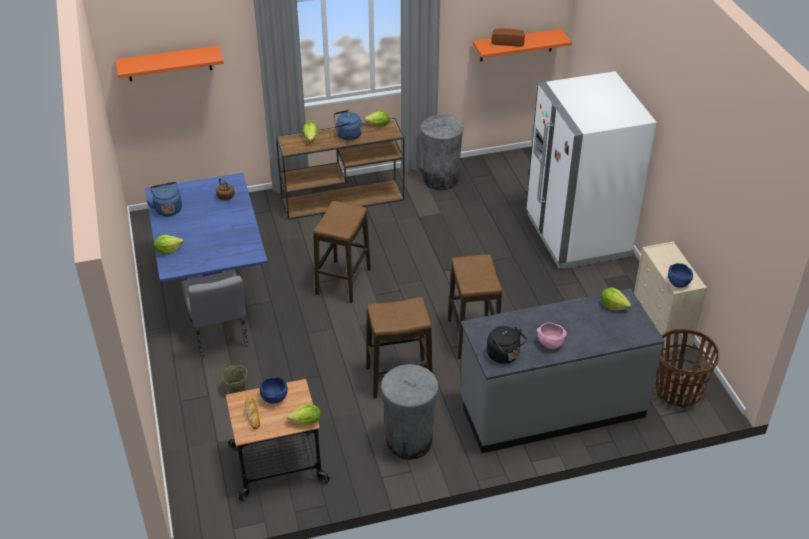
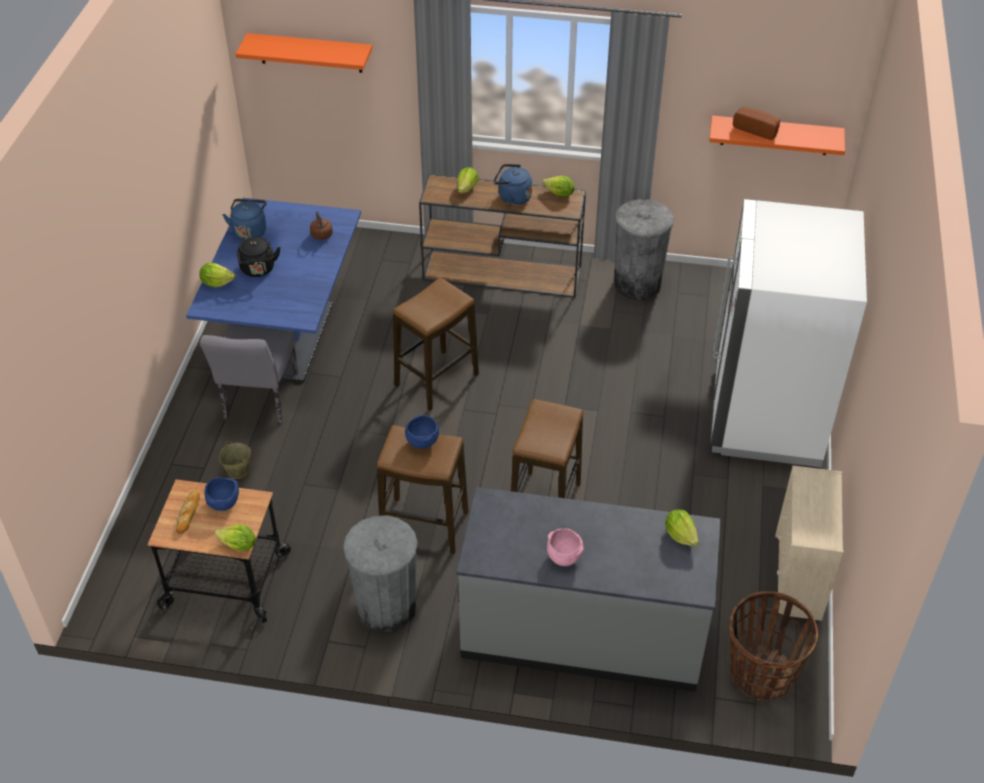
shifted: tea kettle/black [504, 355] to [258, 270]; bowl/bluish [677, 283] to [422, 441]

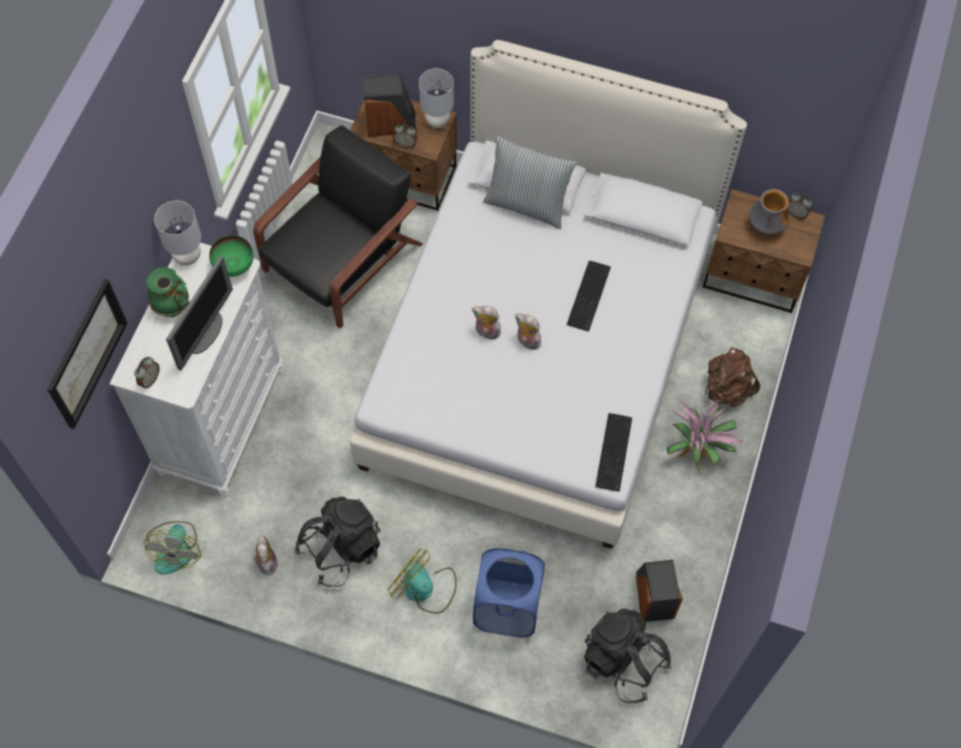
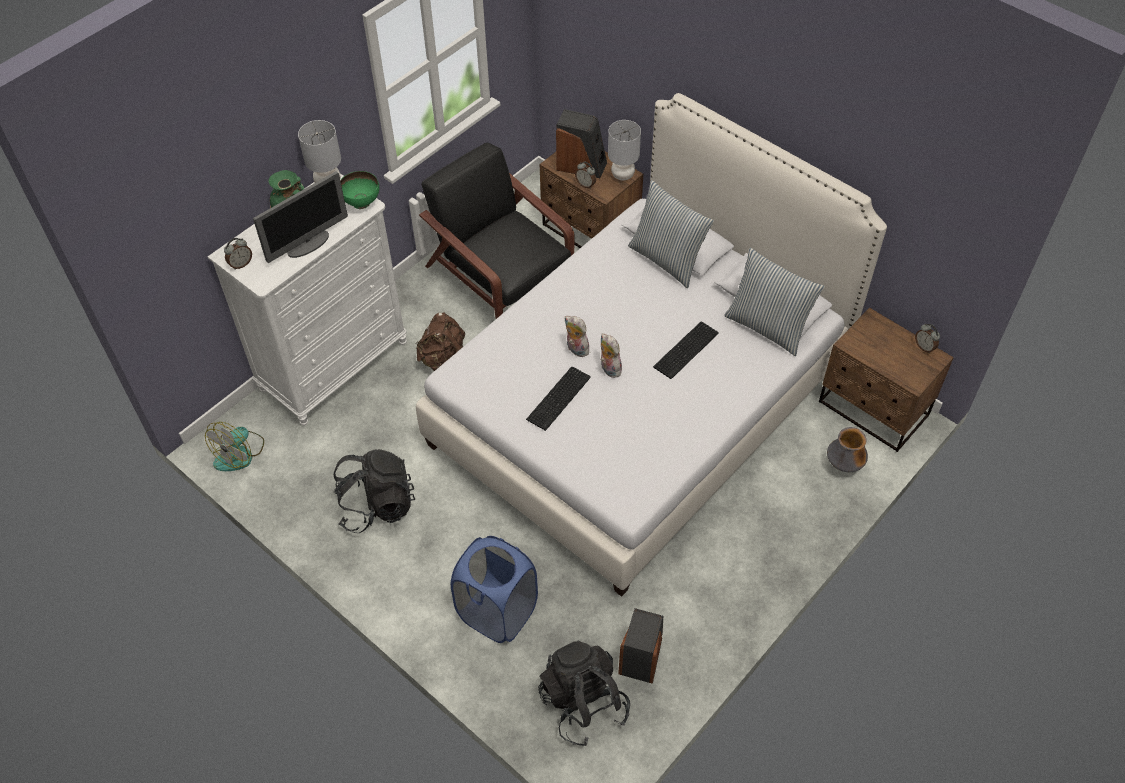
gone: wall picture [86, 353]; cuddly toy [266, 562]; electric fan [425, 588]; potted plant [698, 451]
new: pillow [767, 327]
shifted: computer keyboard [615, 451] to [560, 398]; backpack/brown-coloured [726, 389] to [444, 360]; decorative vase [765, 226] to [843, 465]
rotated: lounge chair/black [341, 260] = [501, 276] 105 degrees counterclockwise

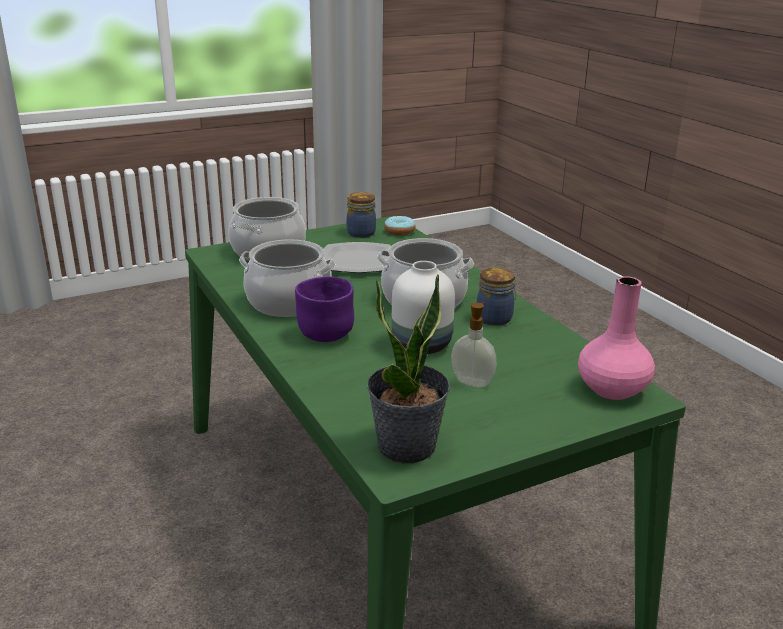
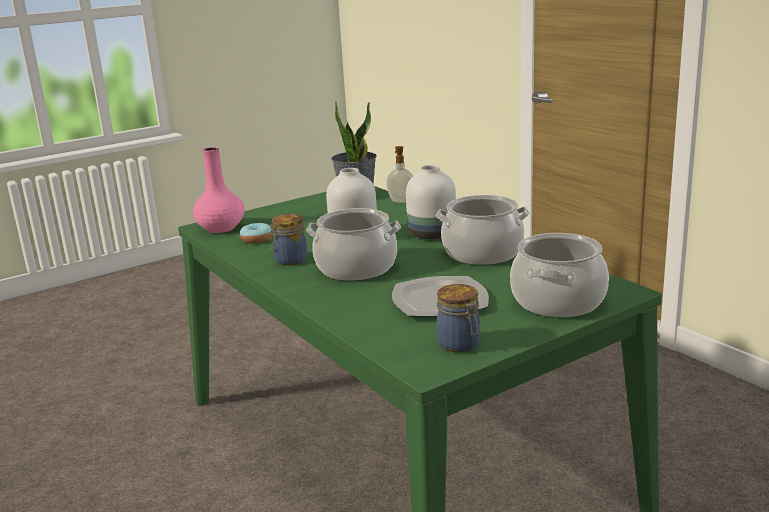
shifted: ring doughnut [399, 231] to [257, 239]; liquid soap bottle [472, 381] to [401, 201]
swapped: bowl/purple-coloured [325, 335] to decorative vase/white [433, 235]

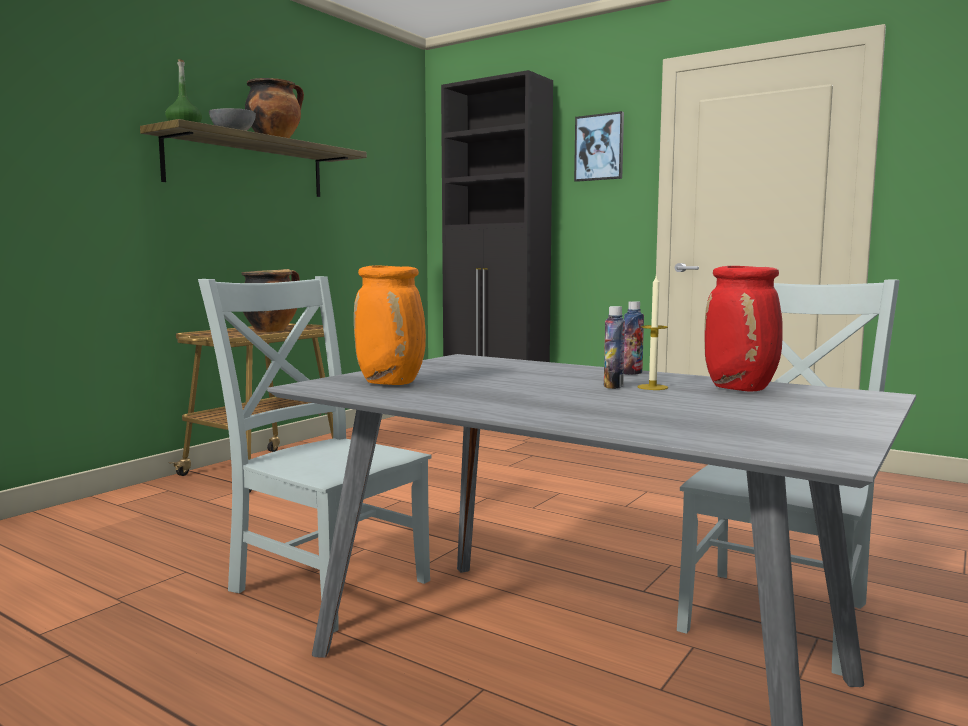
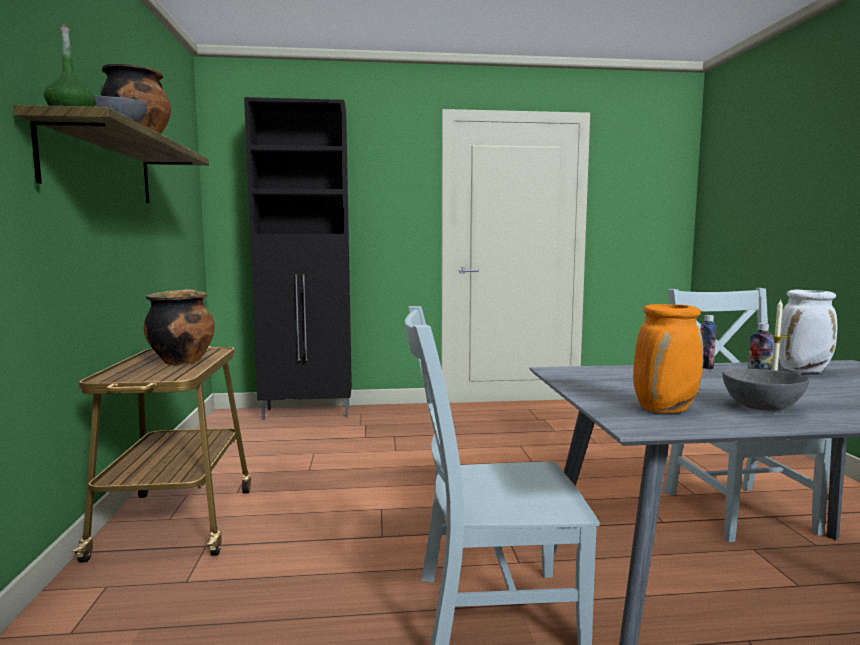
gone: wall picture [599, 147]
new: bowl/gray [763, 408]
repainted: decorative vase/red-coloured [741, 389] to decorative vase/white [803, 370]

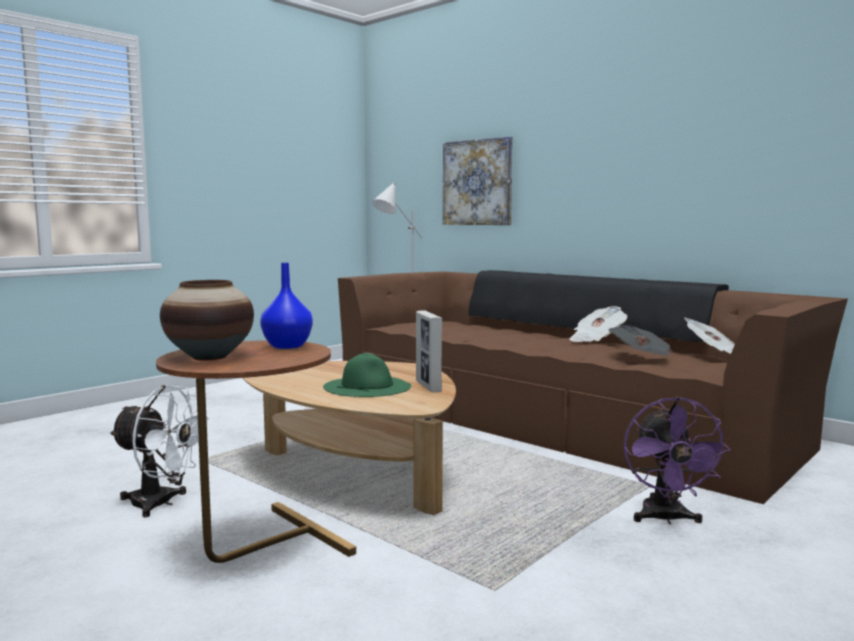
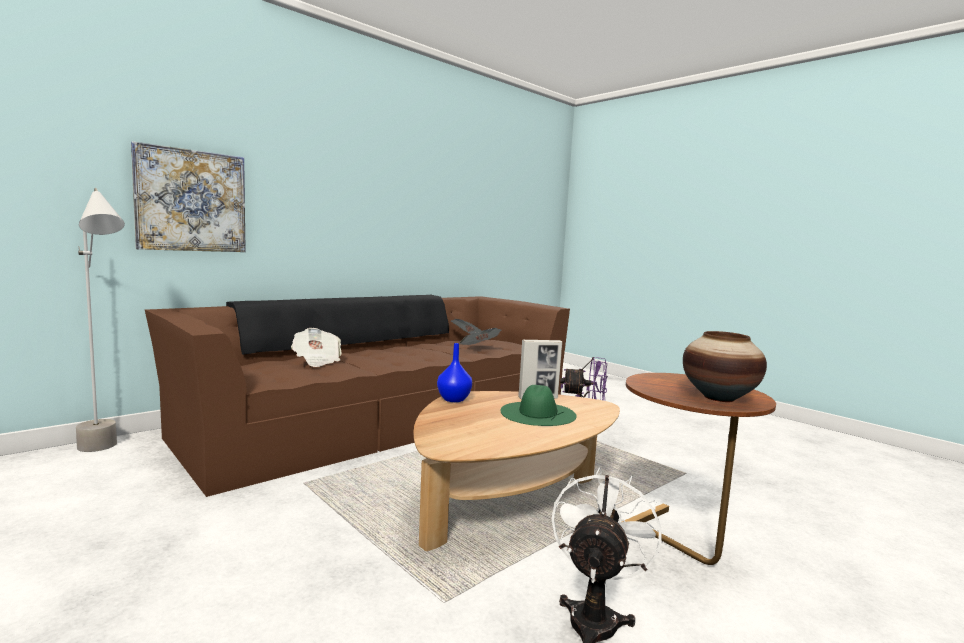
shifted: decorative vase/bluish [286, 346] to [453, 399]; newspaper [596, 339] to [317, 361]

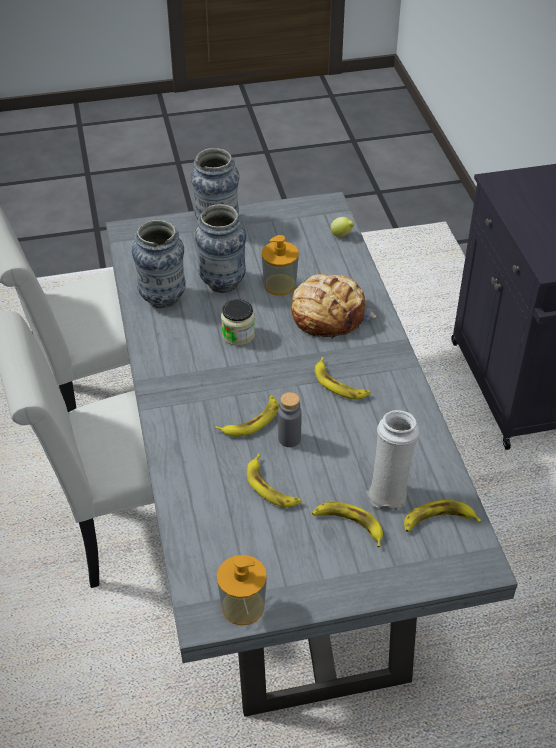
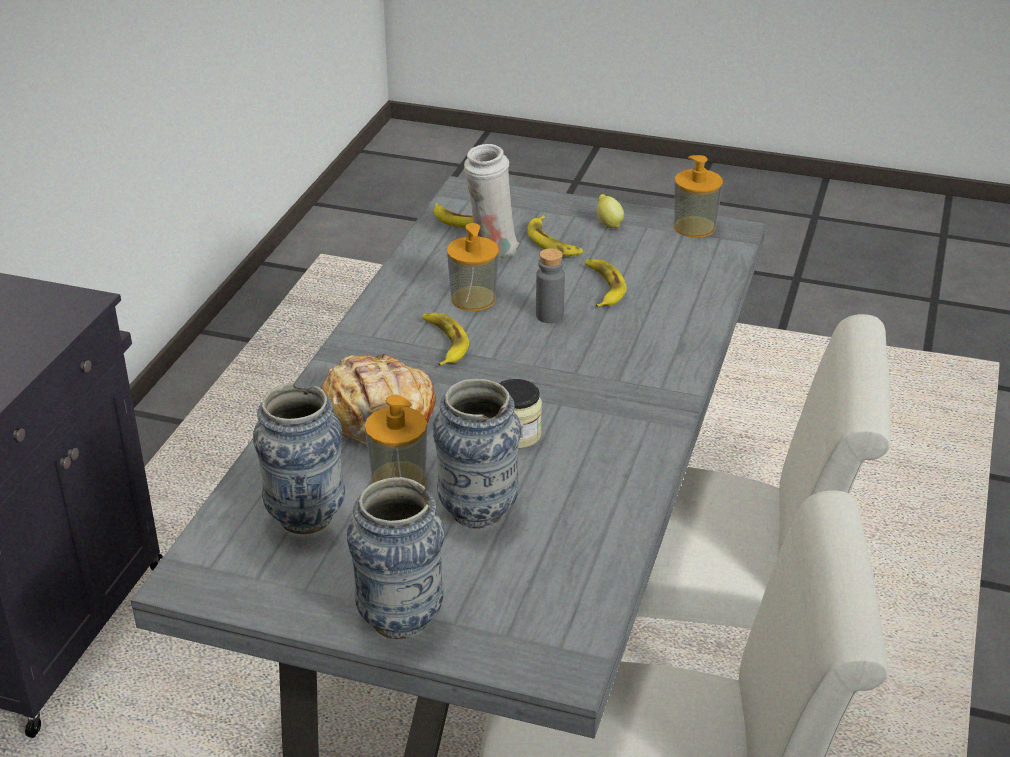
gone: banana fruit [251, 420]
new: liquid soap bottle [473, 298]
shifted: decorative vase [163, 299] to [306, 517]; lemon [342, 235] to [608, 224]

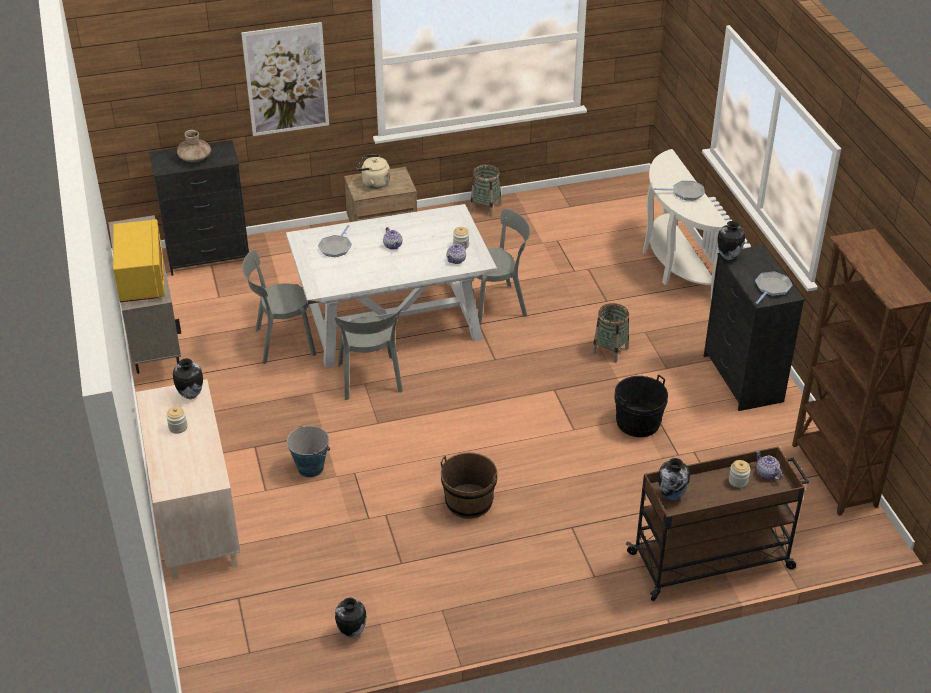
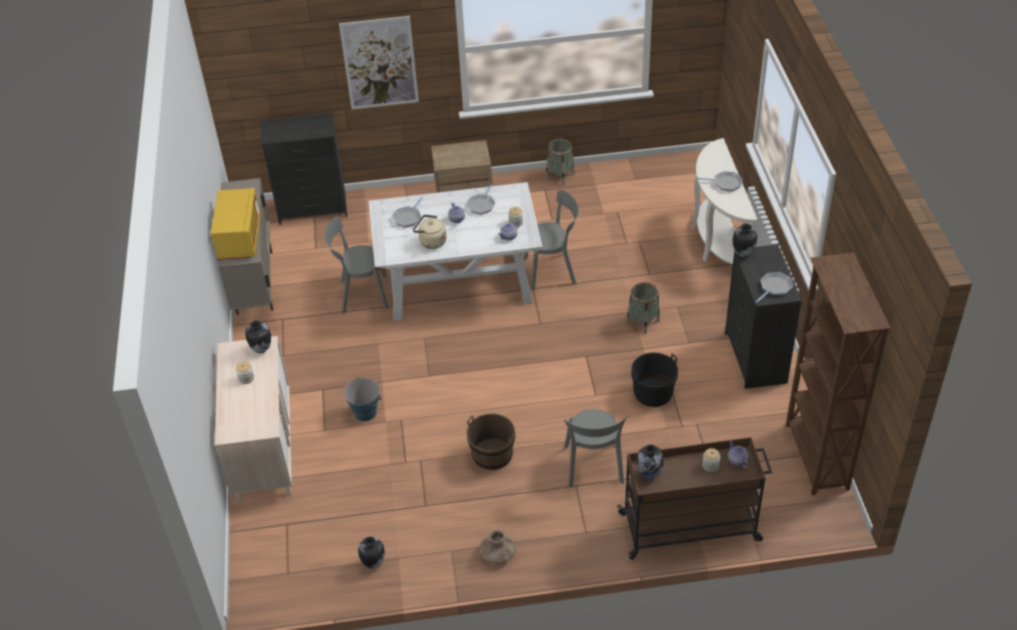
new: pan [481, 205]
shifted: decorative vase/brown-coloured [195, 158] to [498, 553]; plain chair/gray [370, 380] to [594, 467]; tea kettle/sand-coloured [373, 183] to [431, 242]

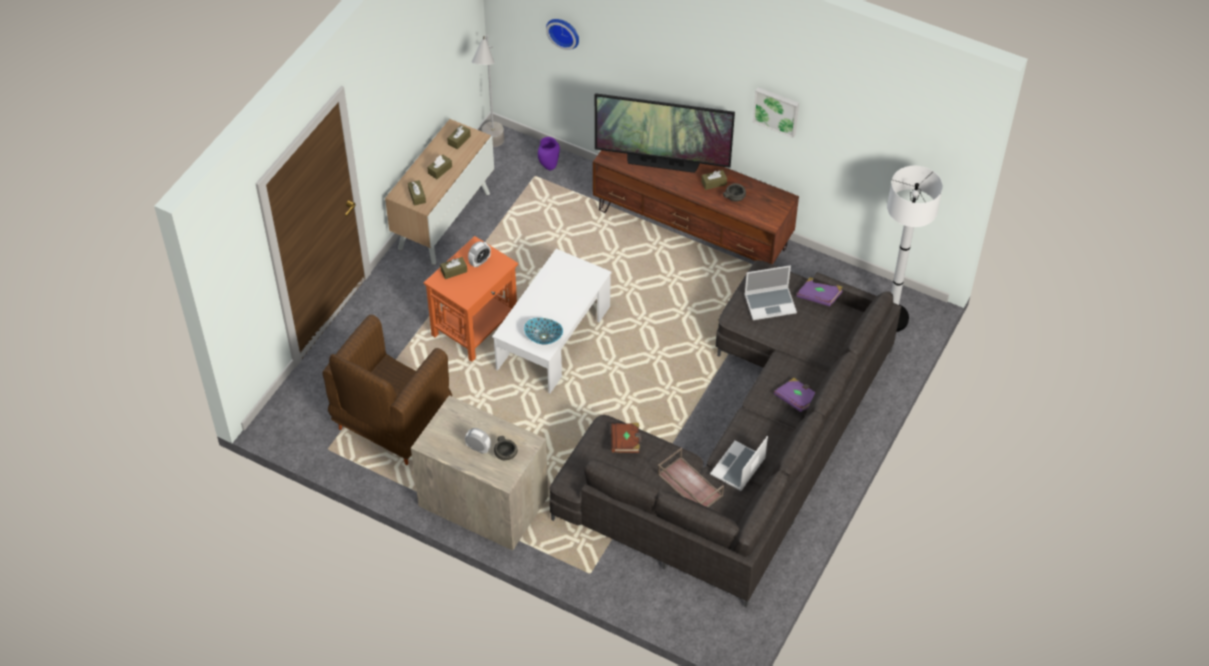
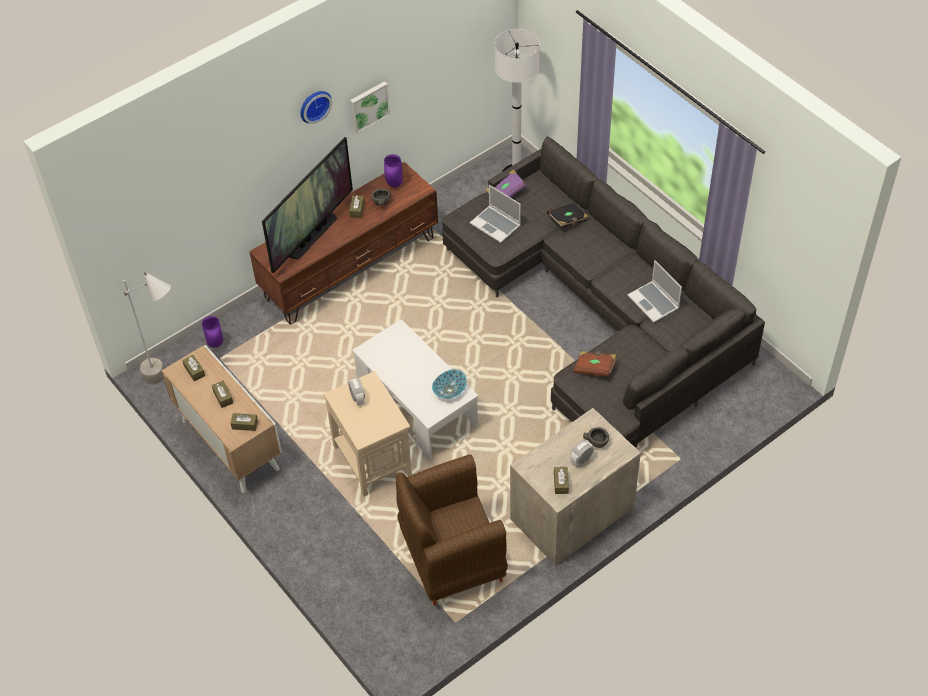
gone: carrying tray/brown-coloured [689, 485]; volume/purple-coloured [797, 400]
new: decorative vase/purple-coloured [395, 184]; volume/black [567, 221]
shifted: tissue box/brown-coloured [454, 271] to [561, 483]; clock on the wall [564, 32] to [314, 105]
repainted: end table/orange-coloured [475, 327] to end table/sand-coloured [372, 459]
rotated: lounge chair/brown-coloured [392, 423] = [451, 559] 105 degrees clockwise; notebook computer [770, 303] = [496, 225] 120 degrees clockwise

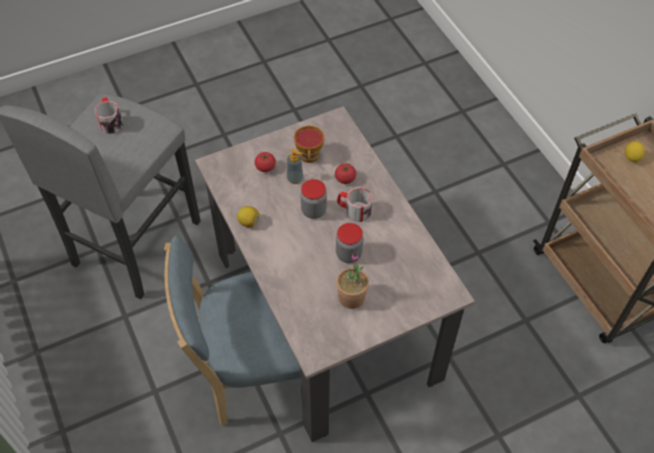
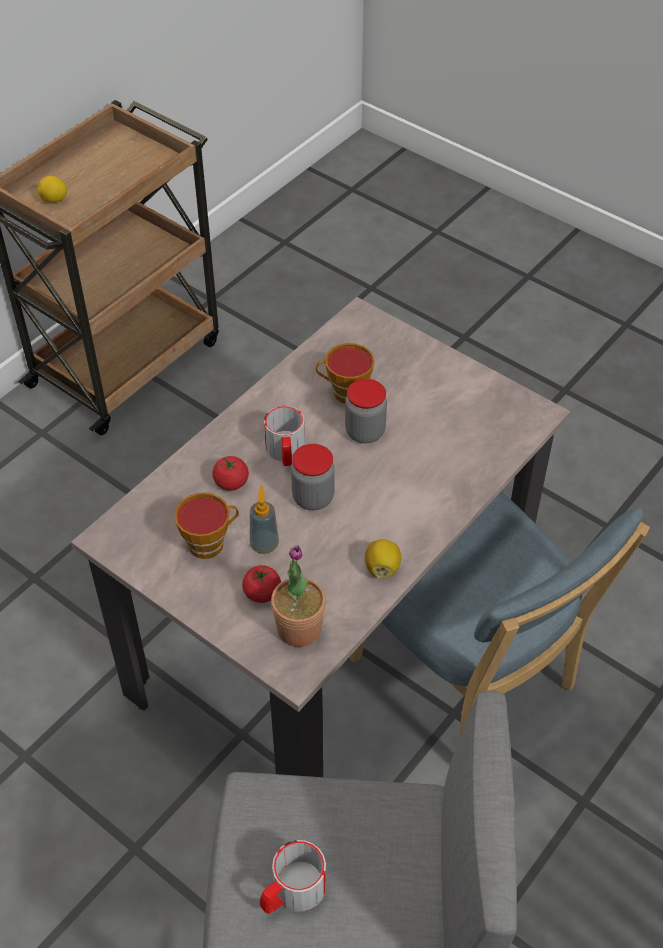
new: small cup [344, 392]
shifted: potted plant [351, 297] to [299, 629]

